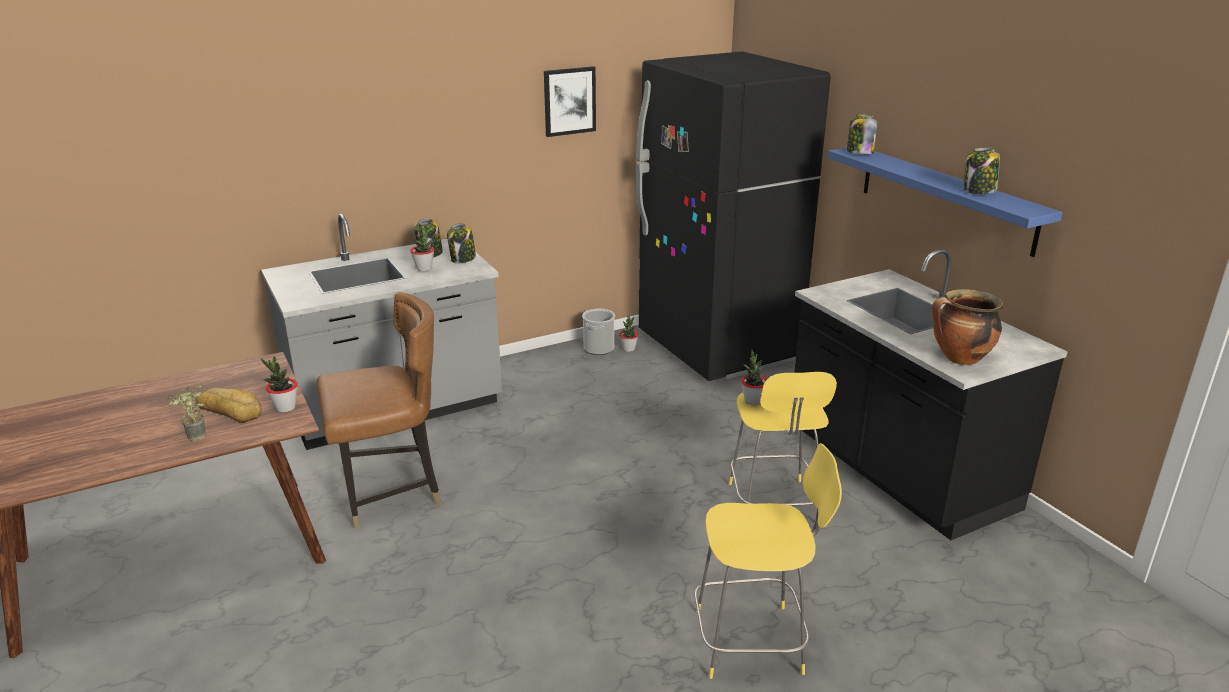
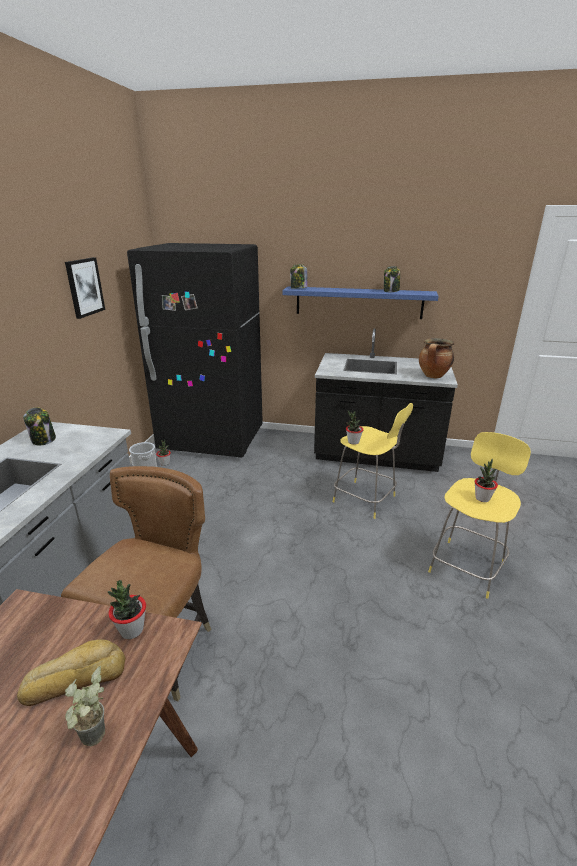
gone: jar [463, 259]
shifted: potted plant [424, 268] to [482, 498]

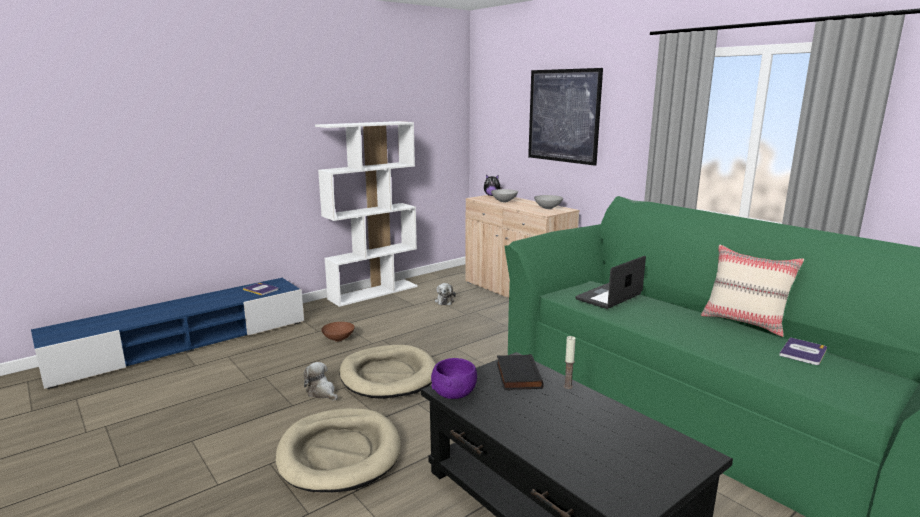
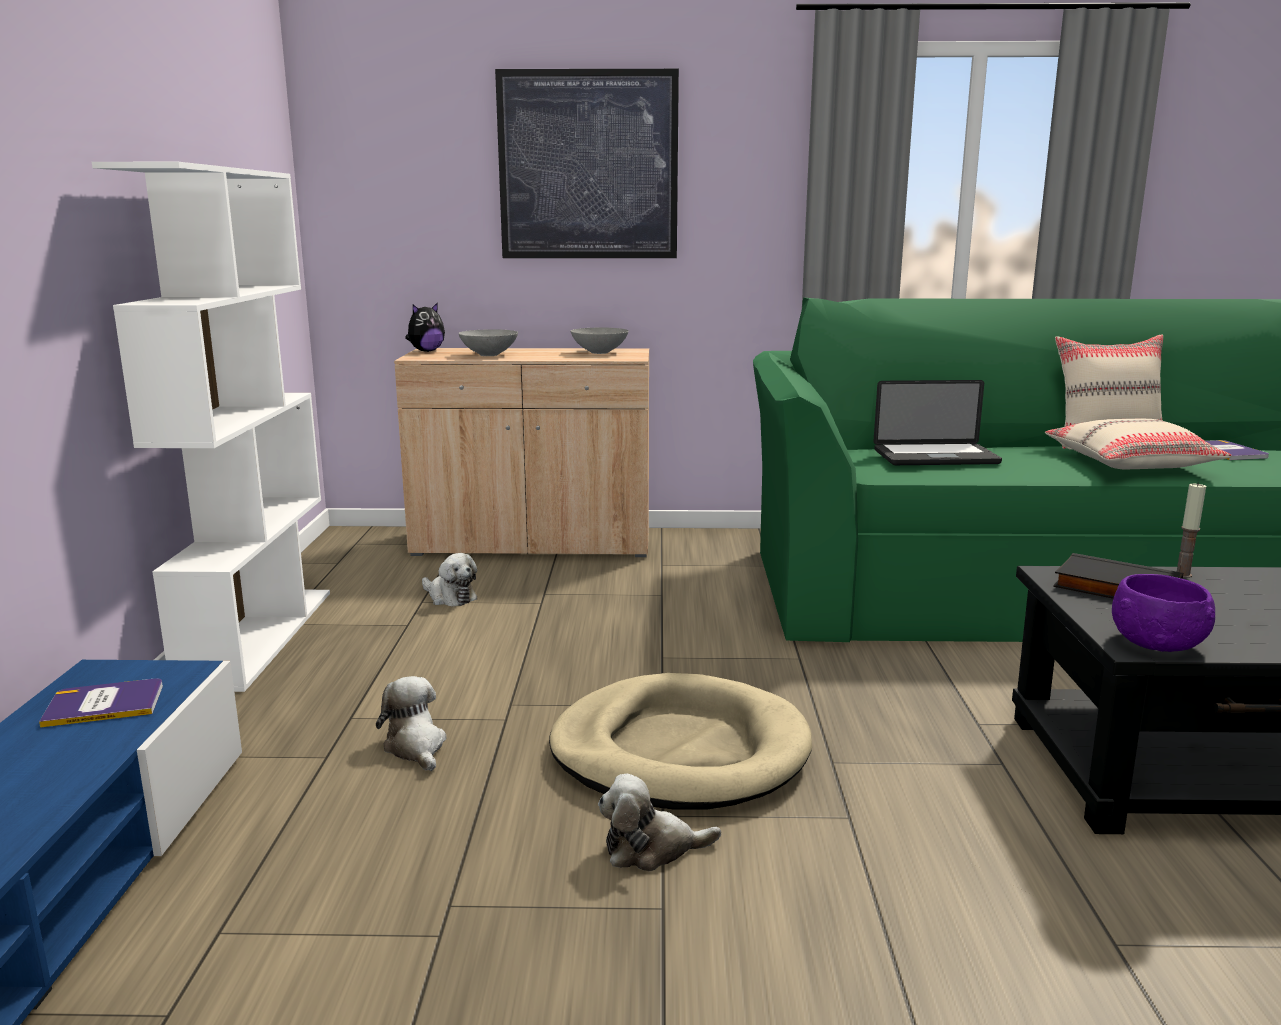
gone: dog cushion/sand-coloured [339, 453]
new: pillow/sand-coloured [1131, 462]
swapped: bowl/brown-coloured [338, 339] to cuddly toy [416, 747]
rotated: notebook computer [609, 297] = [935, 457] 90 degrees counterclockwise

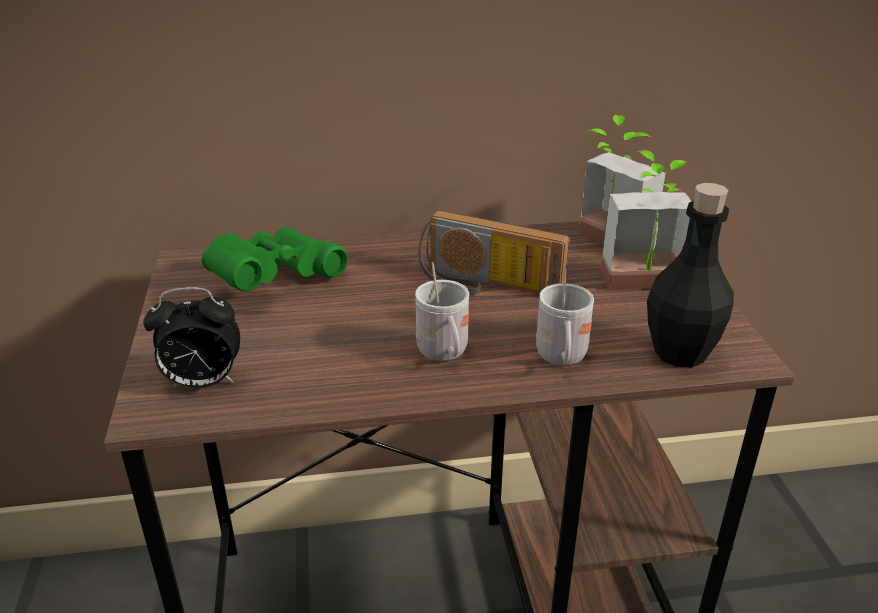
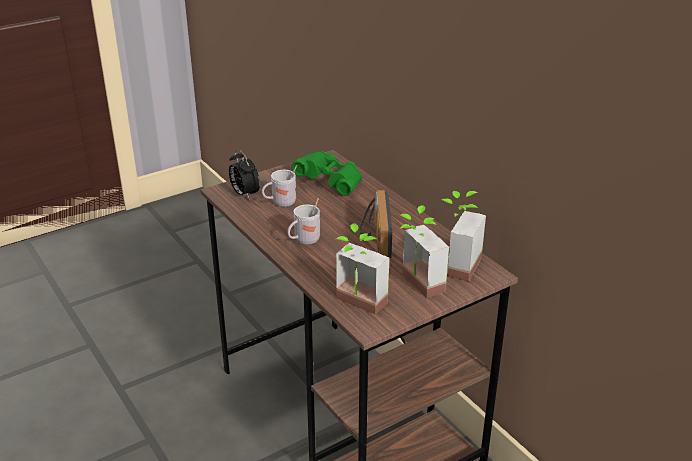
shifted: coffee mug/white [561, 359] to [280, 203]
swapped: beverage bottle/black [680, 353] to potted plant [356, 305]

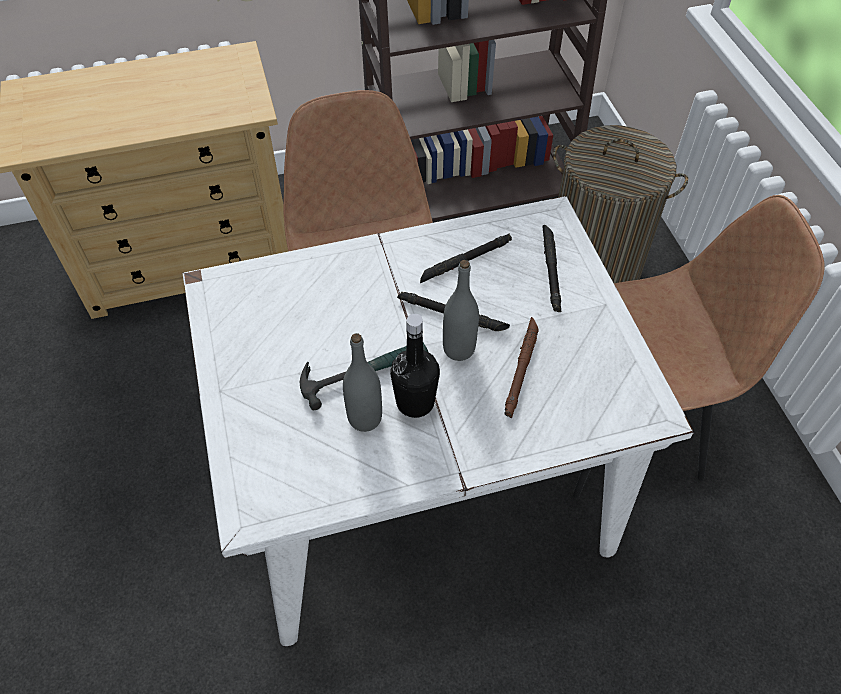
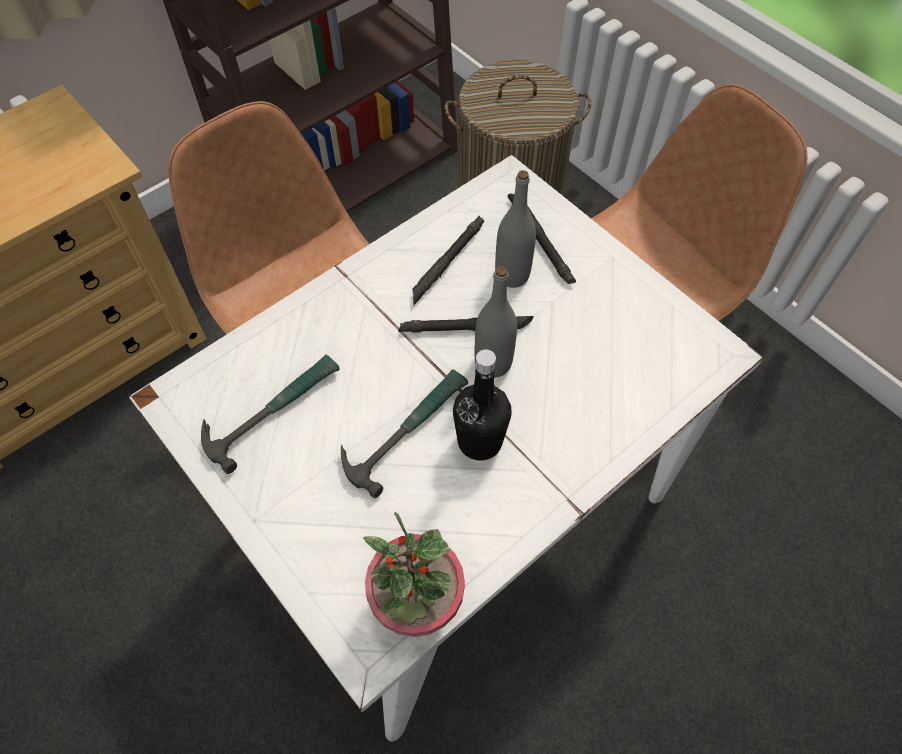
gone: hand torch/brown-coloured [521, 369]
new: tool hammer [272, 410]; potted plant [417, 604]
shifted: beverage bottle/gray [365, 418] to [512, 275]

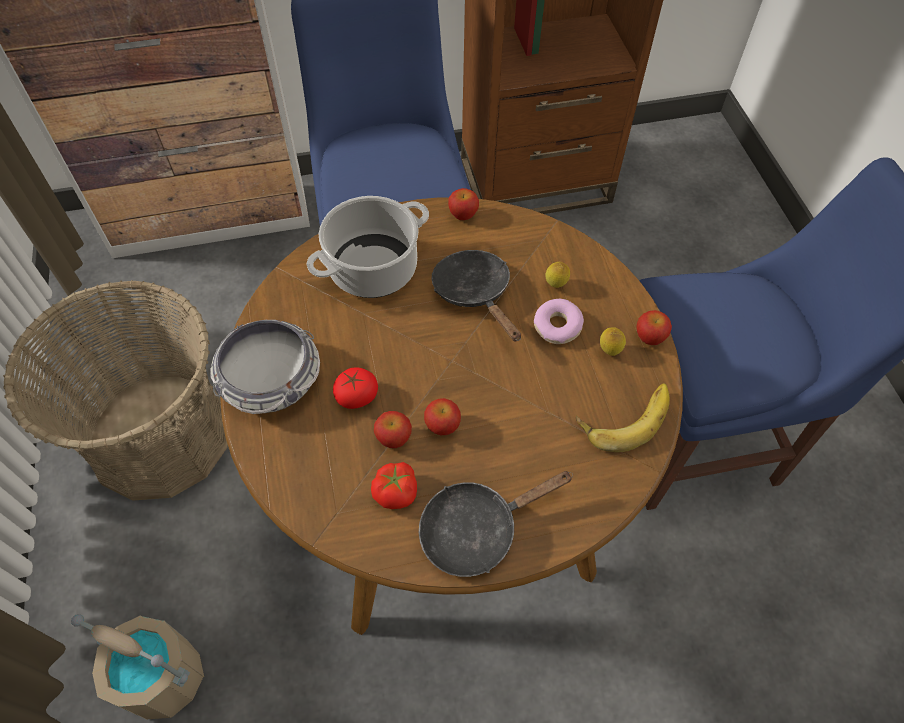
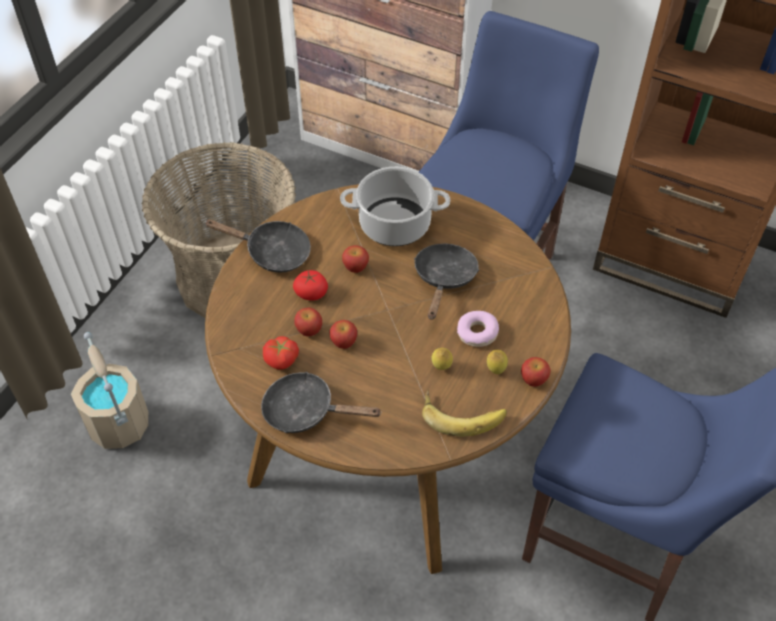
shifted: apple [463, 215] to [355, 267]; lemon [555, 285] to [441, 367]
swapped: bowl [270, 380] to pan/black [272, 252]

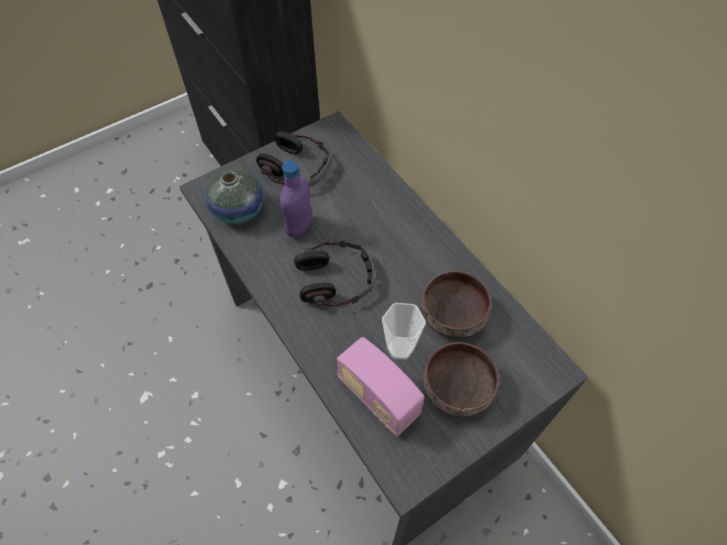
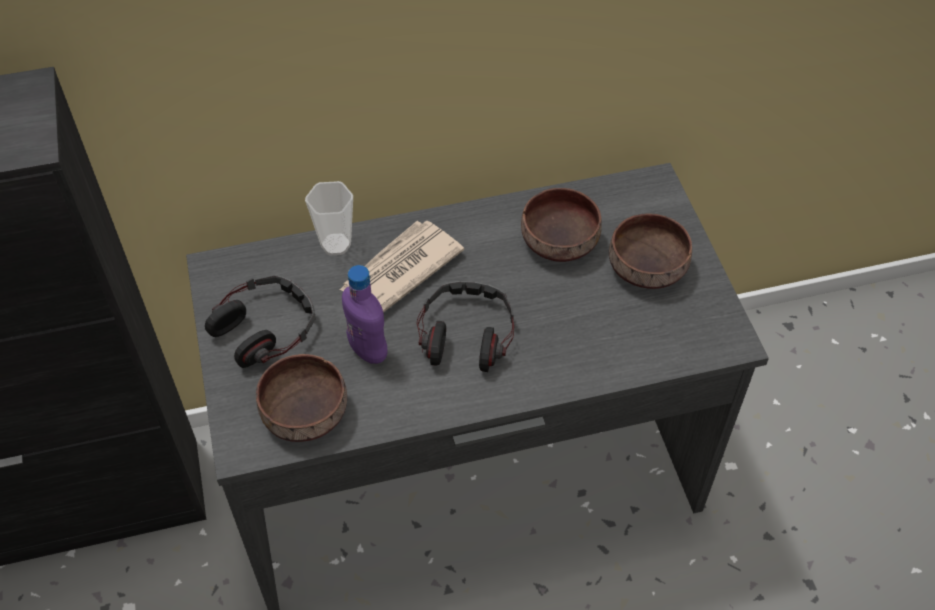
gone: radio set [378, 397]
new: newspaper [400, 270]
shifted: small cup [400, 348] to [336, 244]
swapped: decorative vase [238, 209] to bowl/brown-coloured [302, 413]

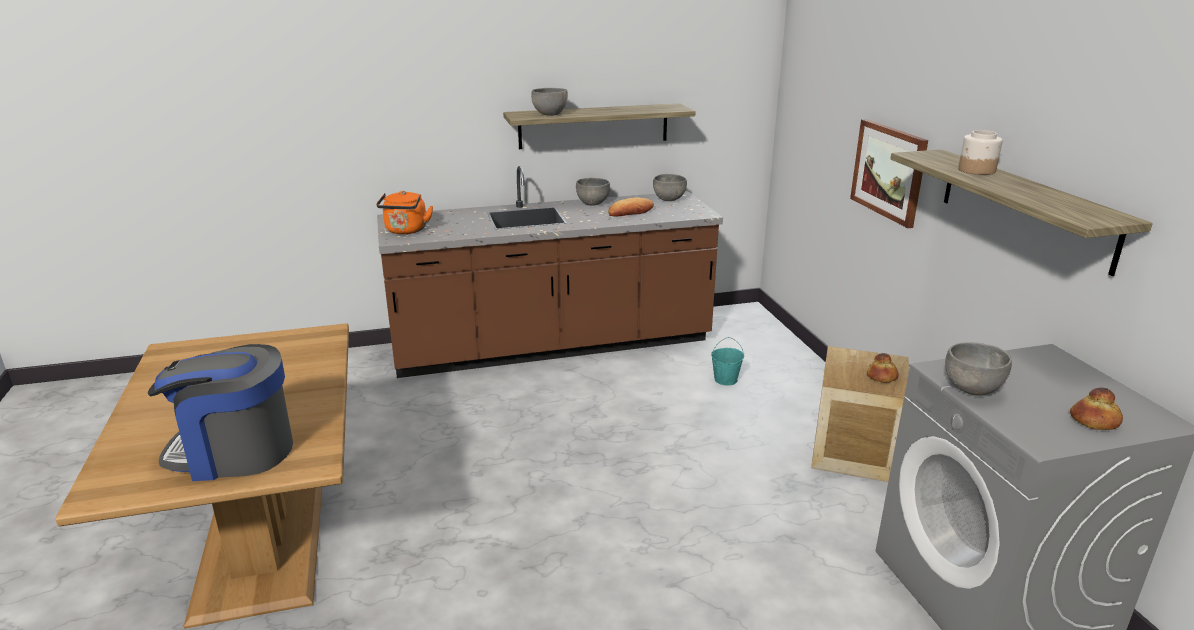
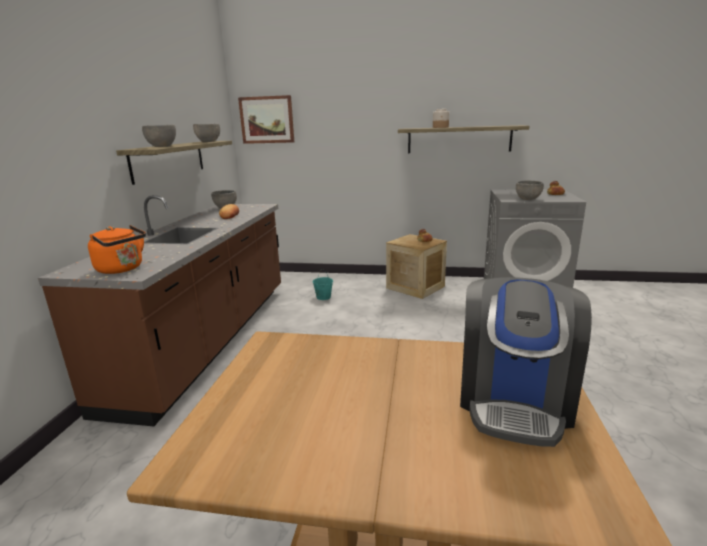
shifted: bowl/gray [592, 203] to [208, 142]; wall picture [888, 171] to [267, 120]

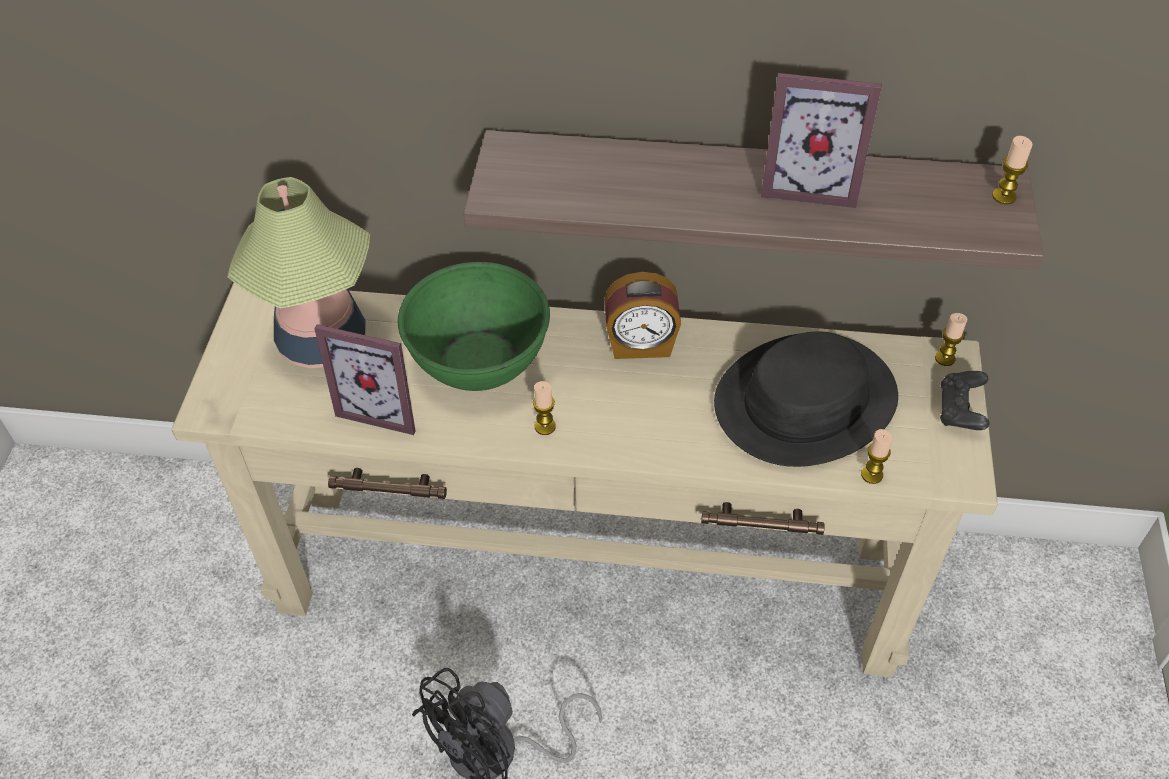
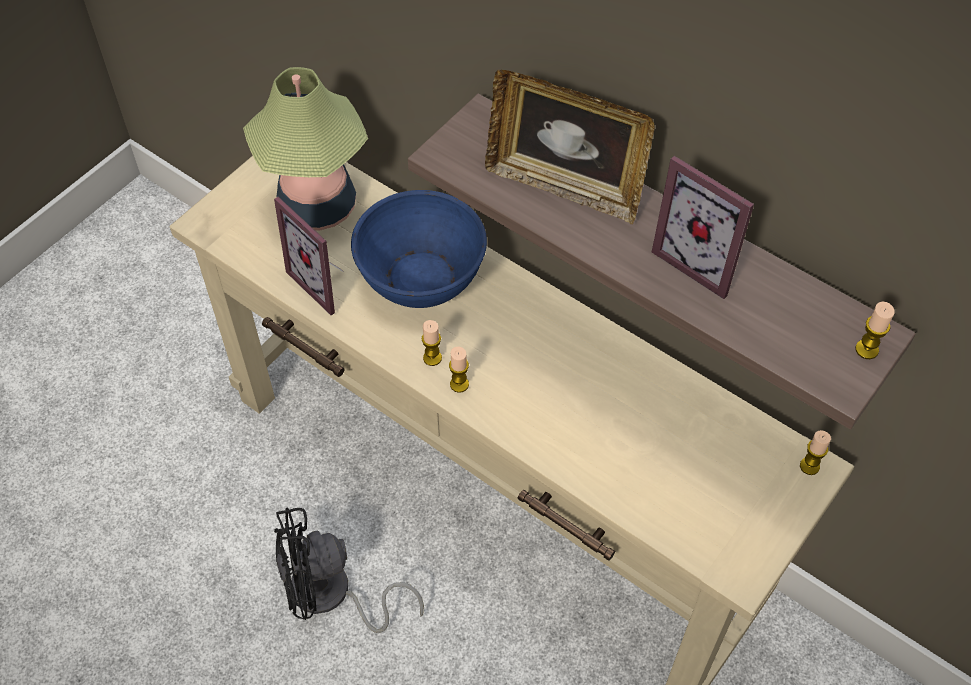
gone: table clock [641, 345]; hat/black [805, 401]; game controller/black [960, 411]
new: picture frame [564, 186]
shifted: wax light [872, 475] to [459, 384]
repainted: bowl/green [479, 359] to bowl/bluish [421, 277]

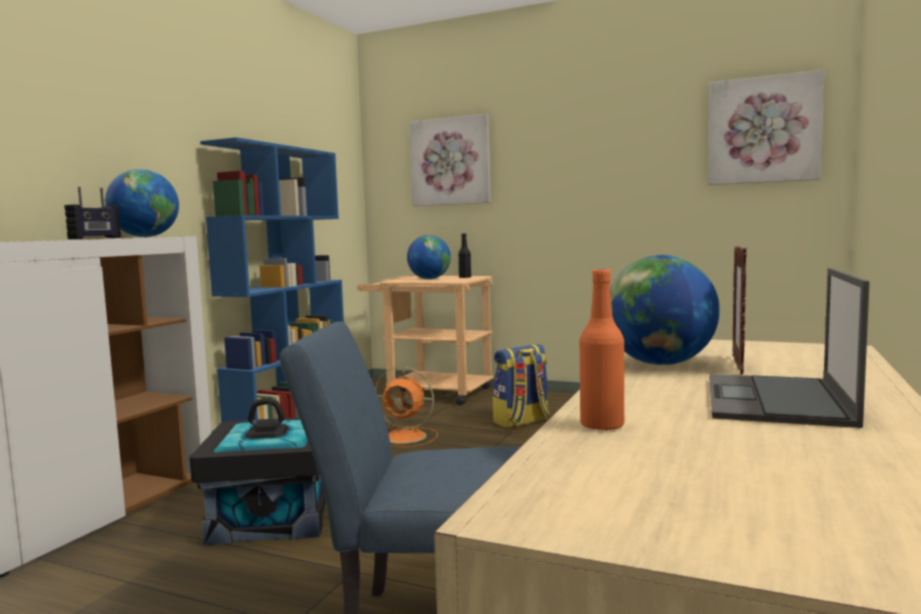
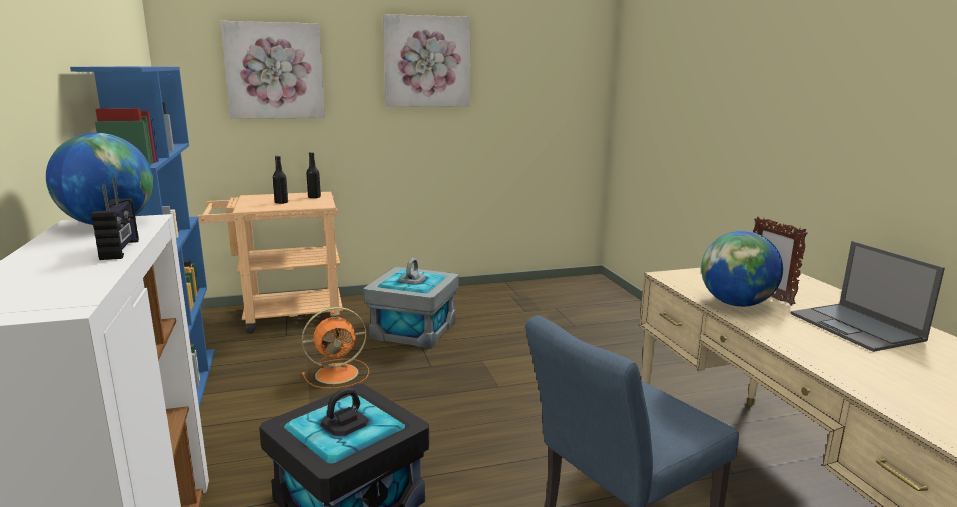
gone: beverage bottle/orange-coloured [602, 425]
shifted: wall picture [763, 130] to [427, 62]
swapped: world globe [429, 279] to beverage bottle/black [281, 203]; backpack [521, 422] to storage container/gray [414, 331]

